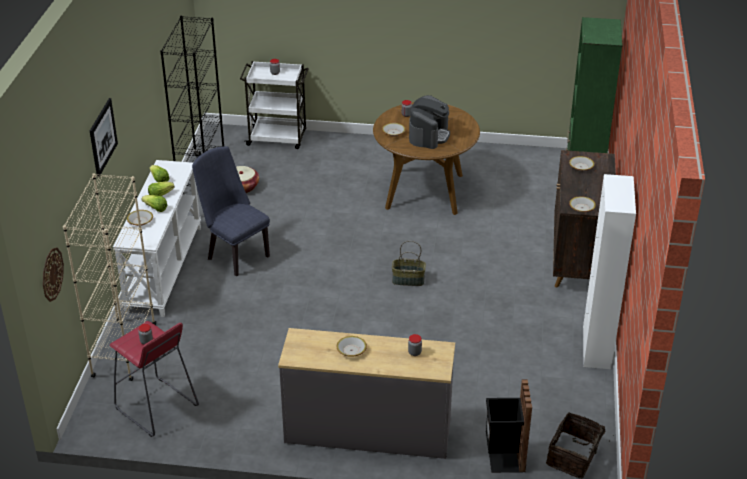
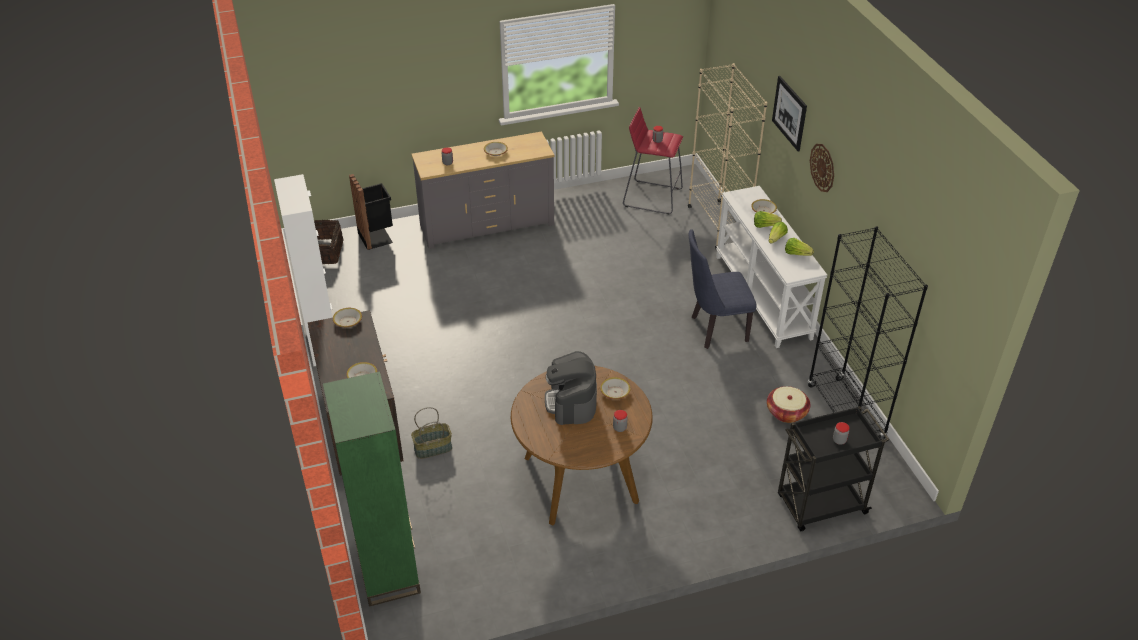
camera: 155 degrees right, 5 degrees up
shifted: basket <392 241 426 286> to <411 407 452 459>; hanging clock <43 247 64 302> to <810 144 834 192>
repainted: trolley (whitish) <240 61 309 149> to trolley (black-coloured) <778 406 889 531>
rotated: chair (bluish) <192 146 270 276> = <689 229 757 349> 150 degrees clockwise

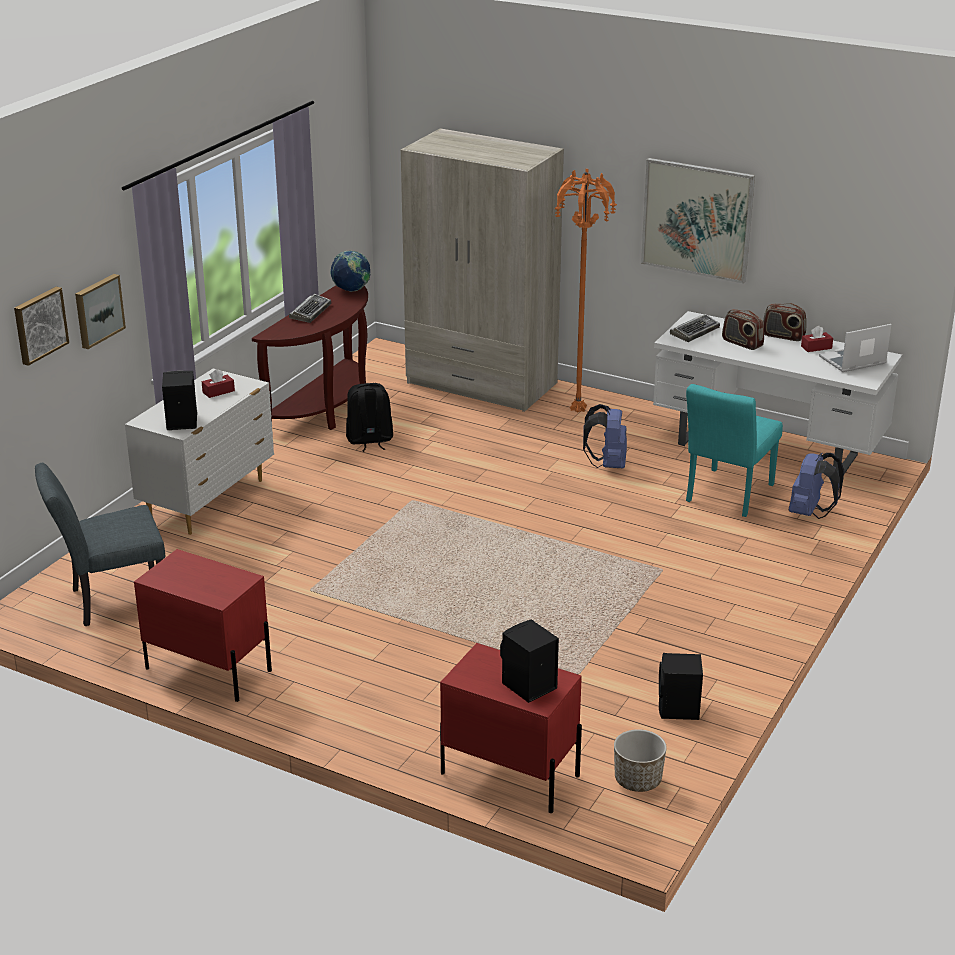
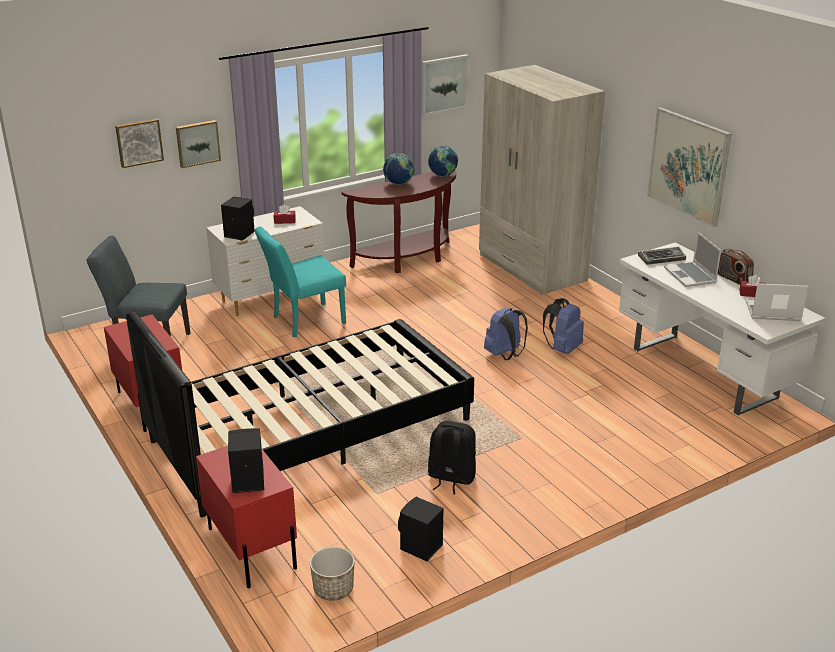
camera: 30 degrees right, 0 degrees up
gone: standard lamp (orangey) <554 169 617 412>
new: wall art <421 54 469 116>; bed (black-coloured) <126 312 474 517>
shifted: rucksack (black-coloured) <346 383 393 452> to <428 421 476 494>; chair (blue-green) <686 384 783 517> to <255 227 346 337>; rucksack (bluish) <789 453 844 519> to <484 308 528 360>
swapped: keyboard <289 294 331 323> to world globe <383 153 414 185>; radio set <722 309 764 350> to portable computer <664 232 721 287>

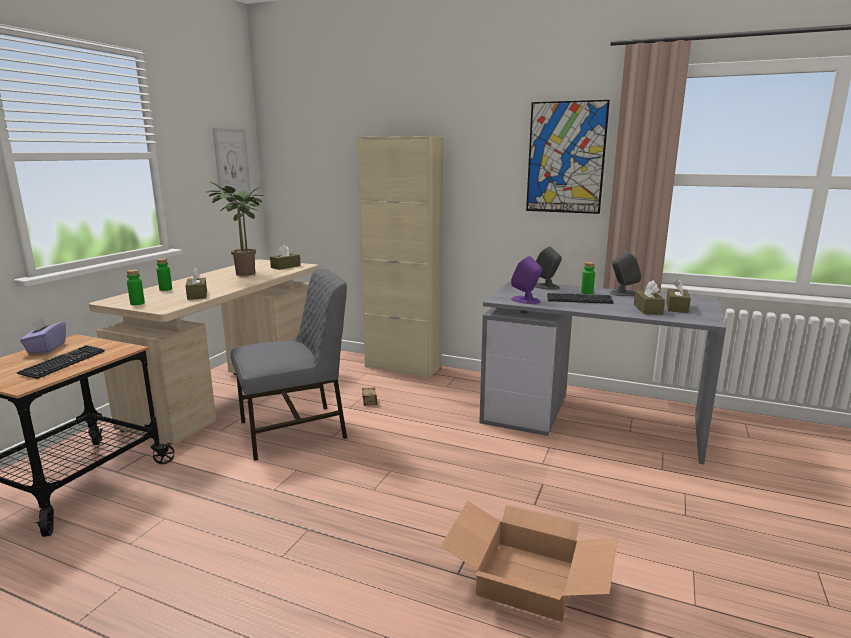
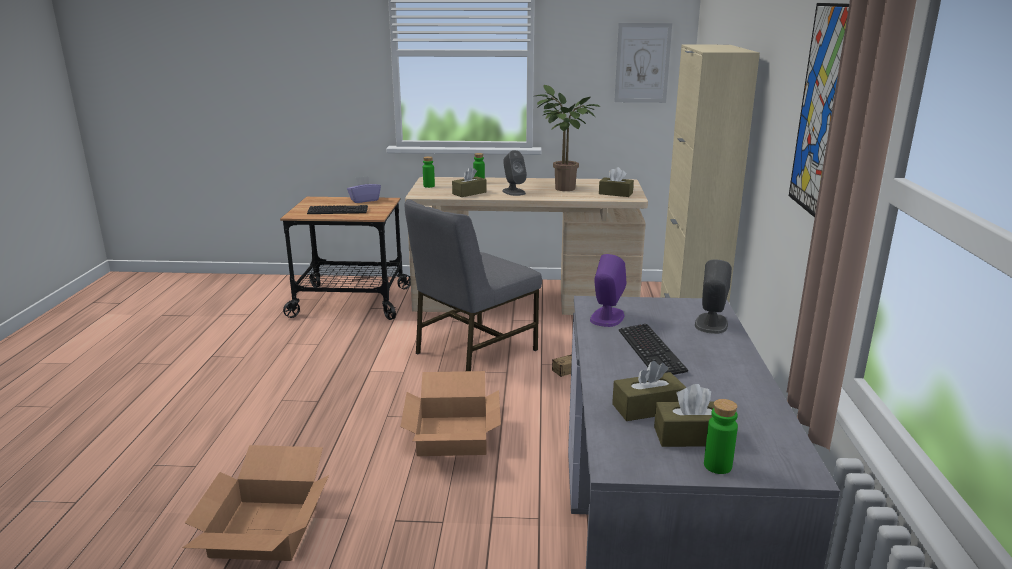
camera: 70 degrees right, 5 degrees up
new: cardboard box <400 371 501 456>
shifted: speaker (greyish) <610 251 642 296> to <502 150 527 196>; beverage bottle (green) <581 262 595 294> to <704 399 738 474>
rotated: chair (greyish) <231 269 347 461> = <405 200 542 371> 90 degrees clockwise

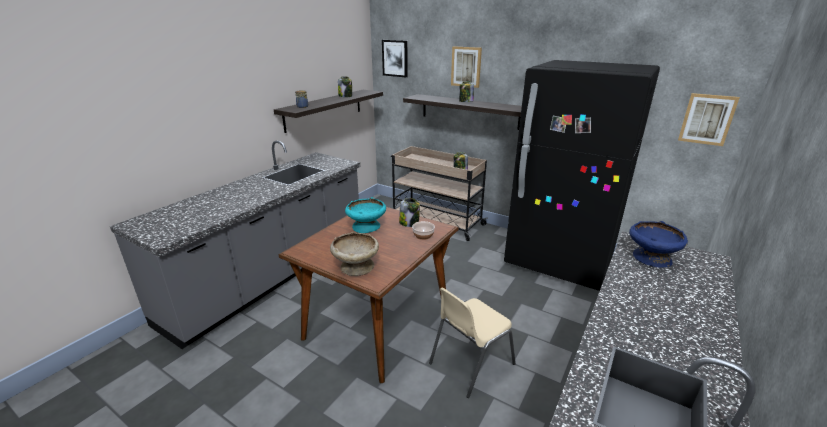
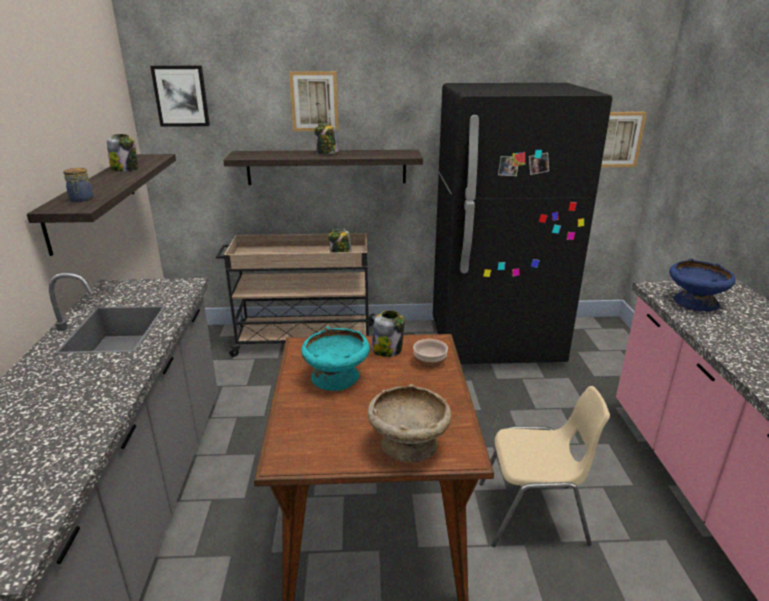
camera: 35 degrees left, 0 degrees up
rotated: chair (sand-coloured) <429 288 516 398> = <479 386 610 547> 105 degrees counterclockwise

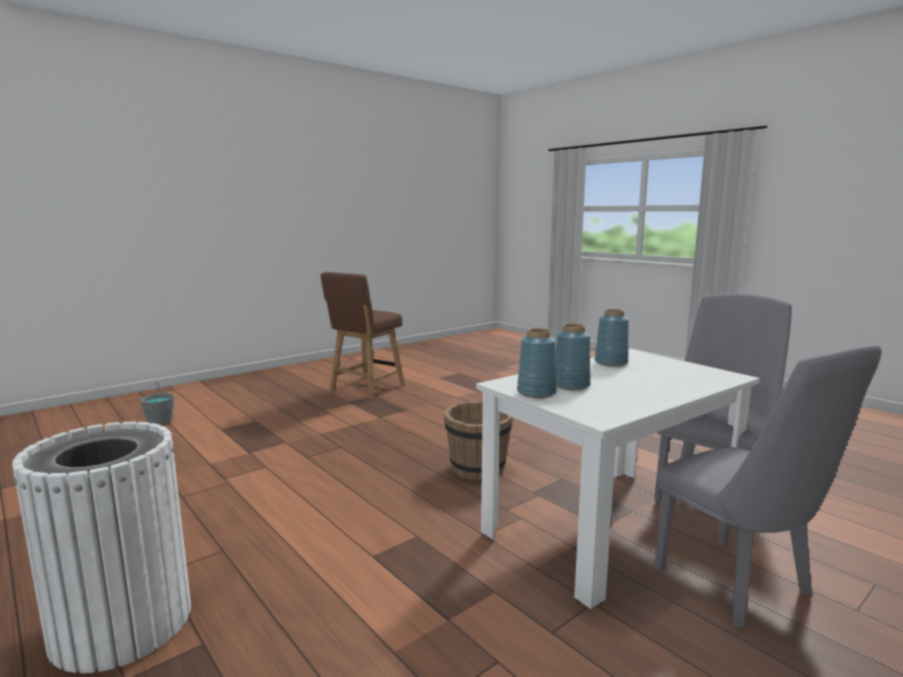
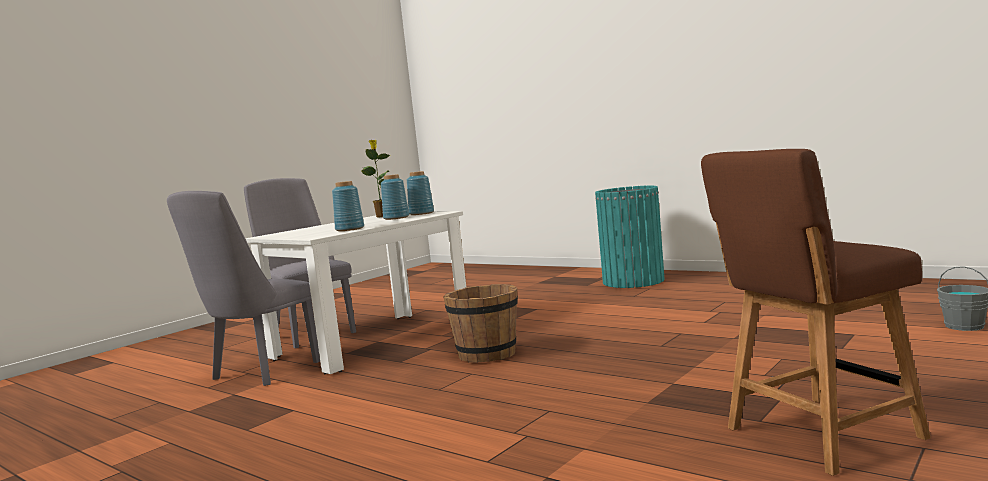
camera: 170 degrees right, 5 degrees down
new: plant in a pot <361 140 392 217>
repainted: rubbish bin (whitish) <12 422 191 673> to rubbish bin (blue-green) <595 186 665 288>
rotated: chair (brown-coloured) <321 272 405 399> = <701 149 931 476> 135 degrees counterclockwise

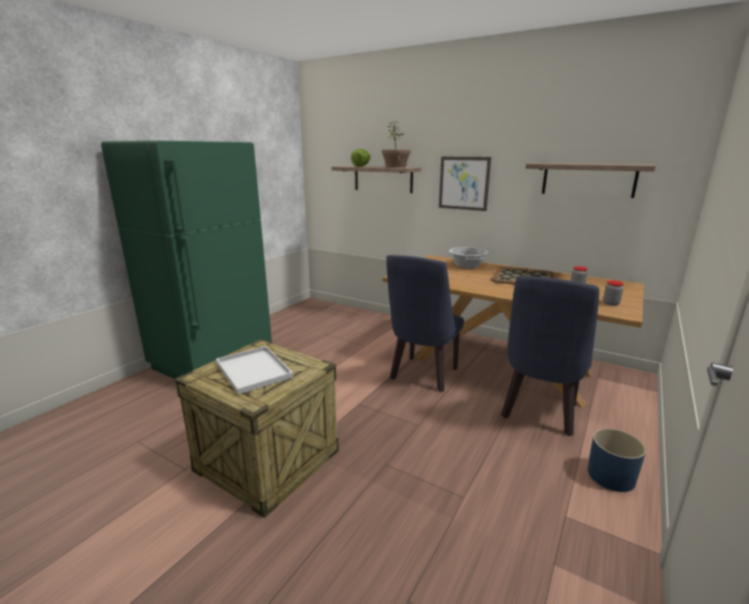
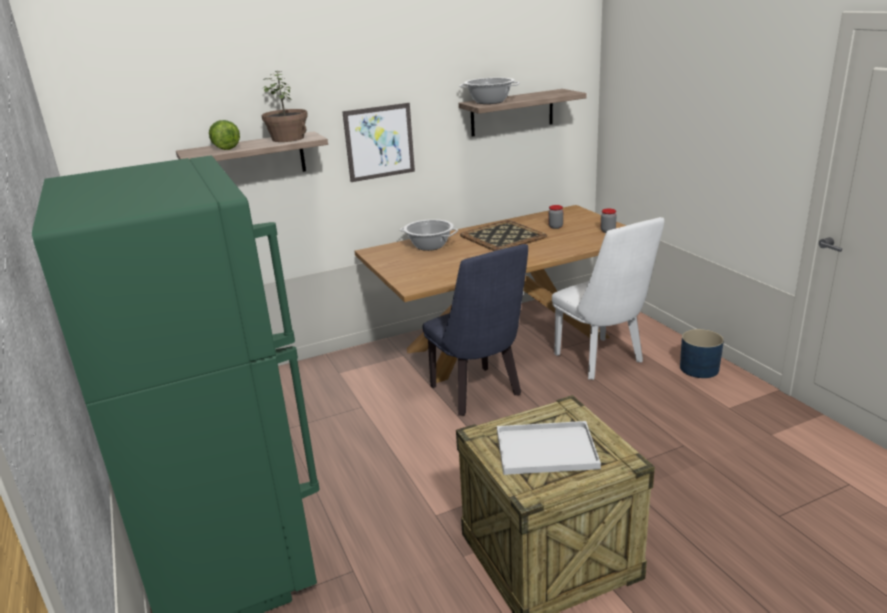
camera: 55 degrees left, 5 degrees up
new: saucepot <459 78 520 104>
repainted: chair (bluish) <501 276 599 436> to chair (whitish) <552 217 664 380>

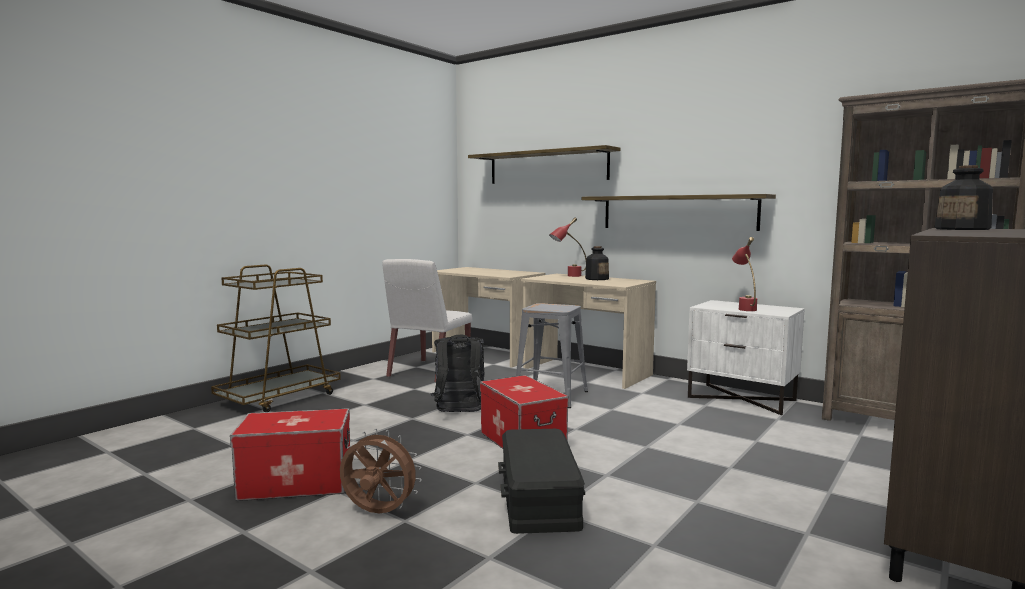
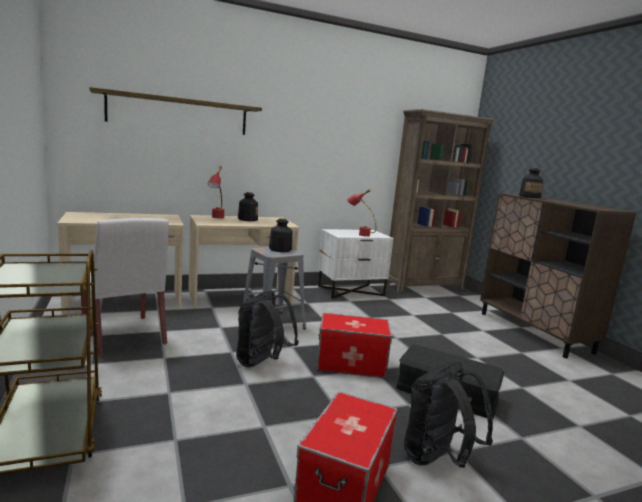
camera: 60 degrees left, 5 degrees up
gone: wall shelf <582 194 776 231>
new: beverage bottle <269 218 292 252>
swapped: cooling fan (brown-coloured) <340 429 422 513> to rucksack (black-coloured) <404 362 493 468>

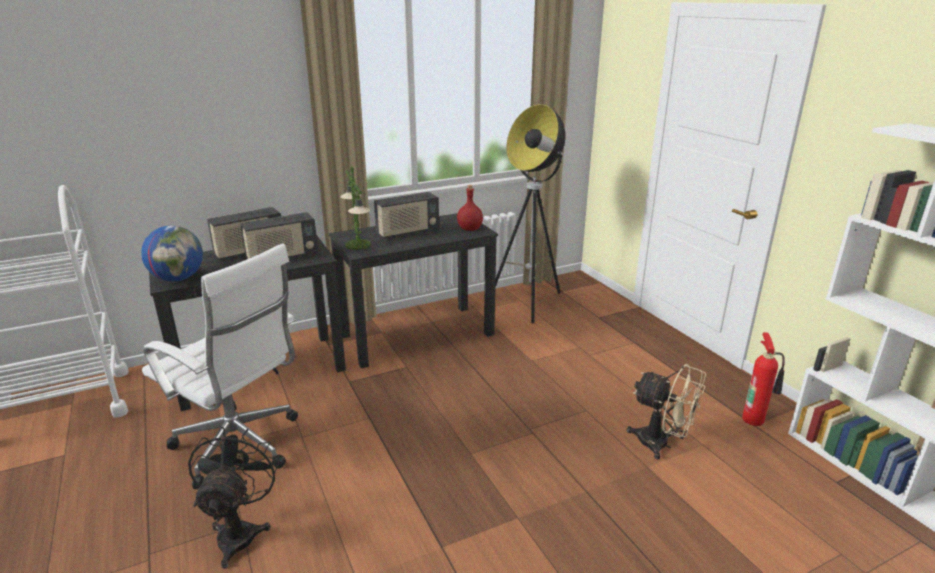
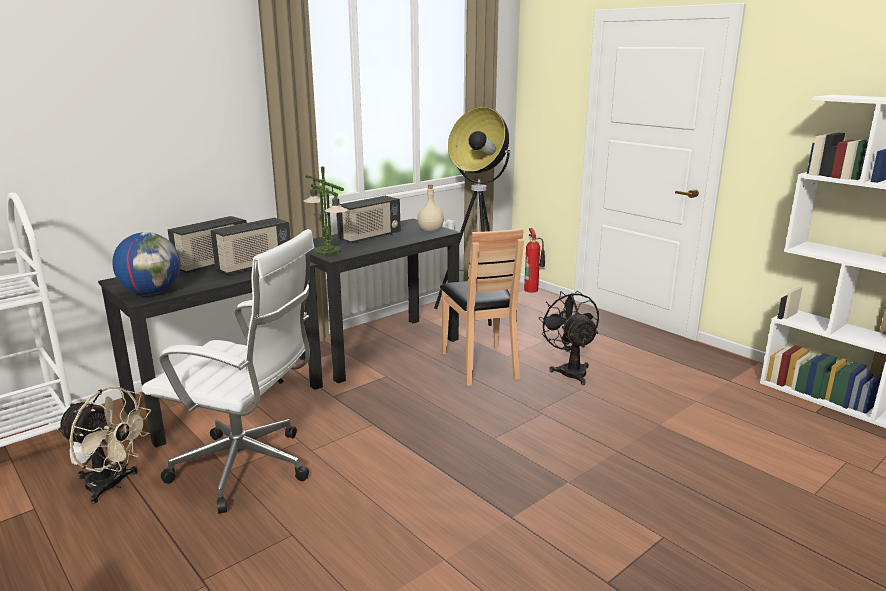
camera: 15 degrees left, 5 degrees down
new: chair (brown-coloured) <440 229 524 386>
shifted: fire extinguisher <742 332 785 426> to <524 228 545 293>; cooling fan (sand-coloured) <626 364 706 460> to <57 387 151 504>; cooling fan (black-coloured) <188 427 280 569> to <539 291 599 385>
repainted: beverage bottle (red-coloured) <457 185 483 231> to beverage bottle (sand-coloured) <417 185 444 232>

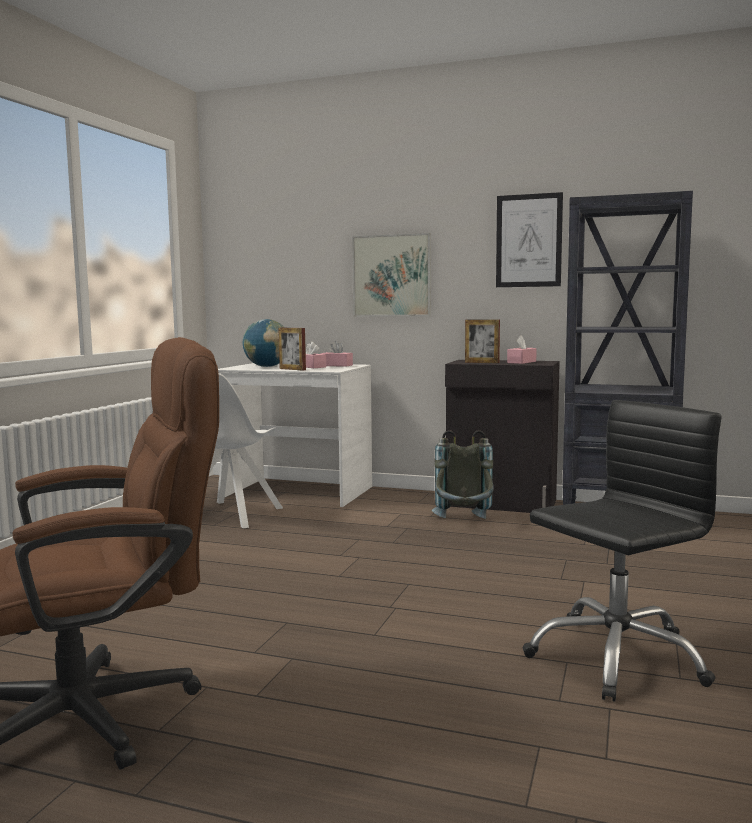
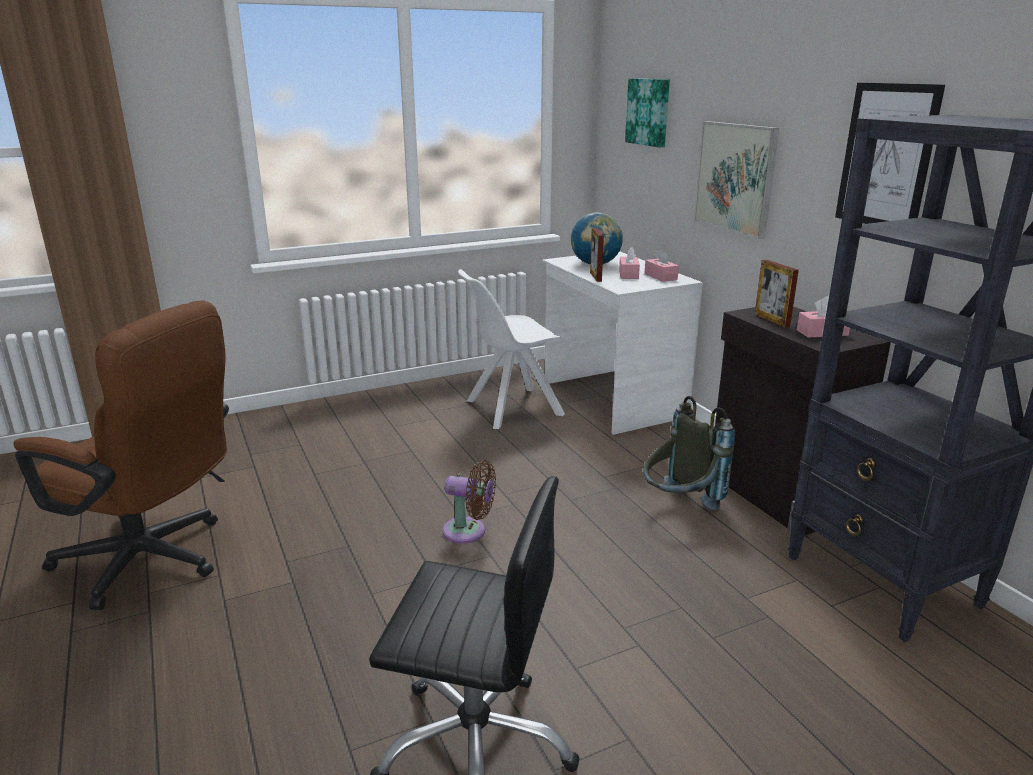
camera: 45 degrees right, 15 degrees up
new: wall art <625 78 670 148>; cooling fan (brown-coloured) <442 460 496 544>

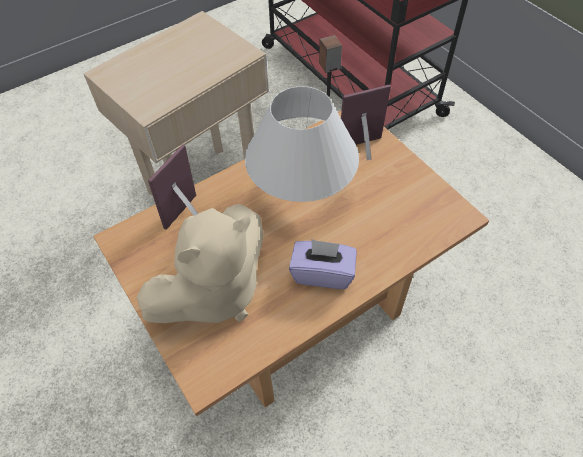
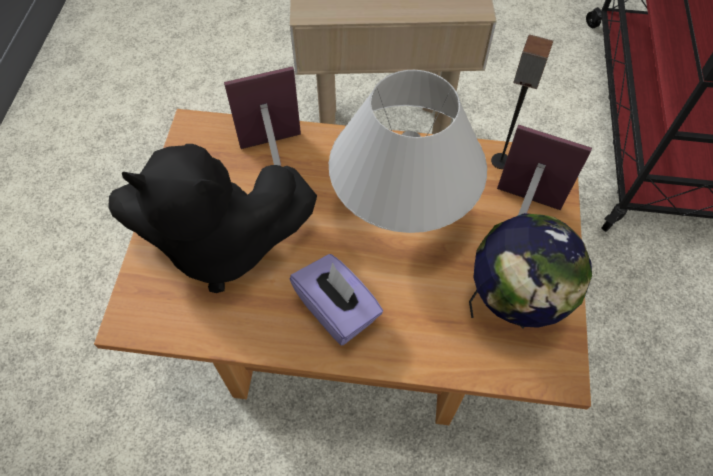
camera: 40 degrees right, 5 degrees up
new: world globe <469 213 592 329>
repainted: cuddly toy (sand-coloured) <137 204 263 323> to cuddly toy (black-coloured) <108 144 317 293>

